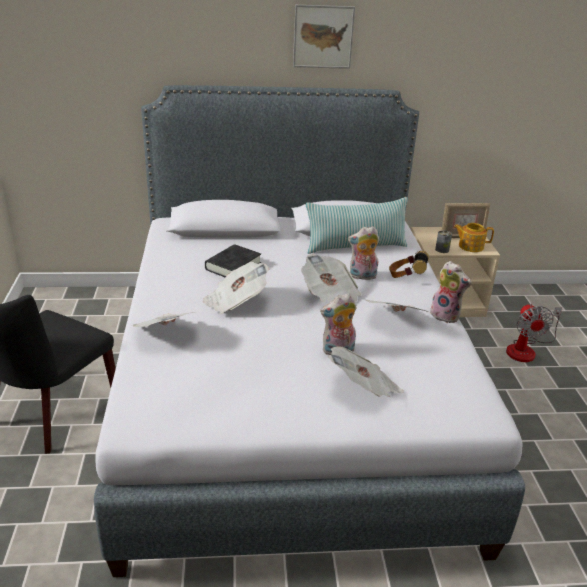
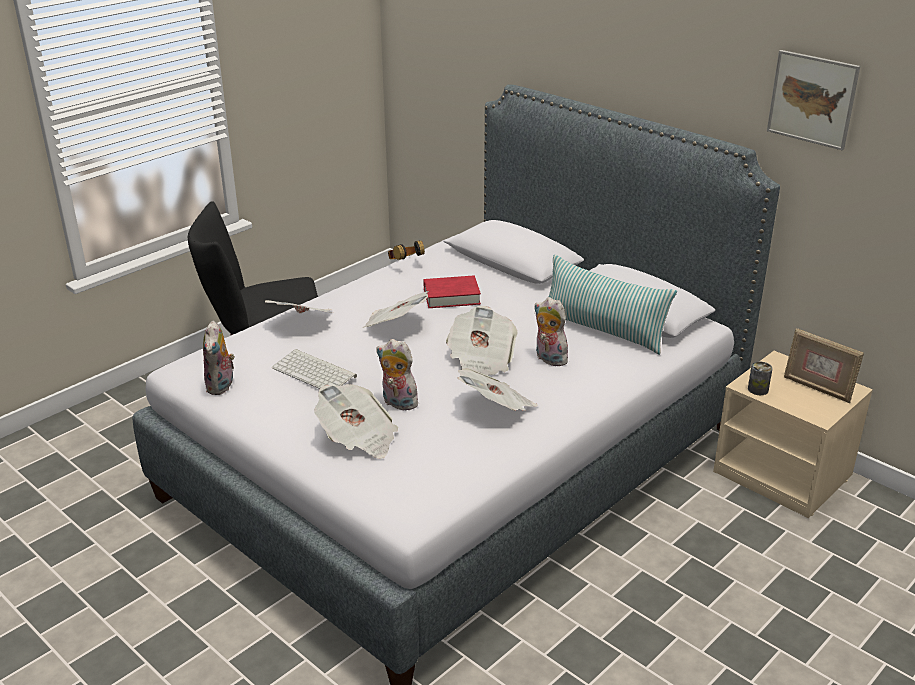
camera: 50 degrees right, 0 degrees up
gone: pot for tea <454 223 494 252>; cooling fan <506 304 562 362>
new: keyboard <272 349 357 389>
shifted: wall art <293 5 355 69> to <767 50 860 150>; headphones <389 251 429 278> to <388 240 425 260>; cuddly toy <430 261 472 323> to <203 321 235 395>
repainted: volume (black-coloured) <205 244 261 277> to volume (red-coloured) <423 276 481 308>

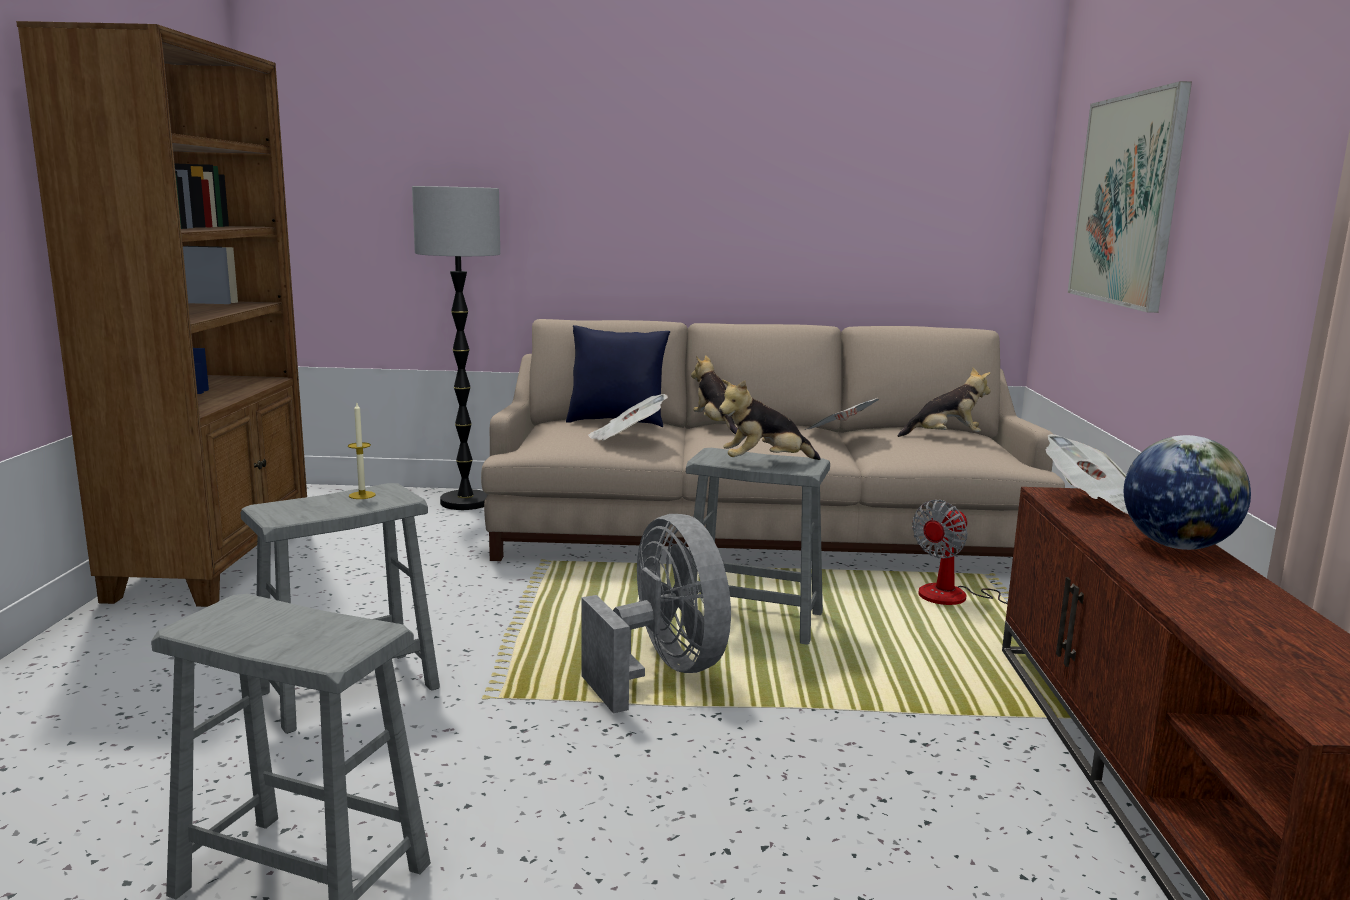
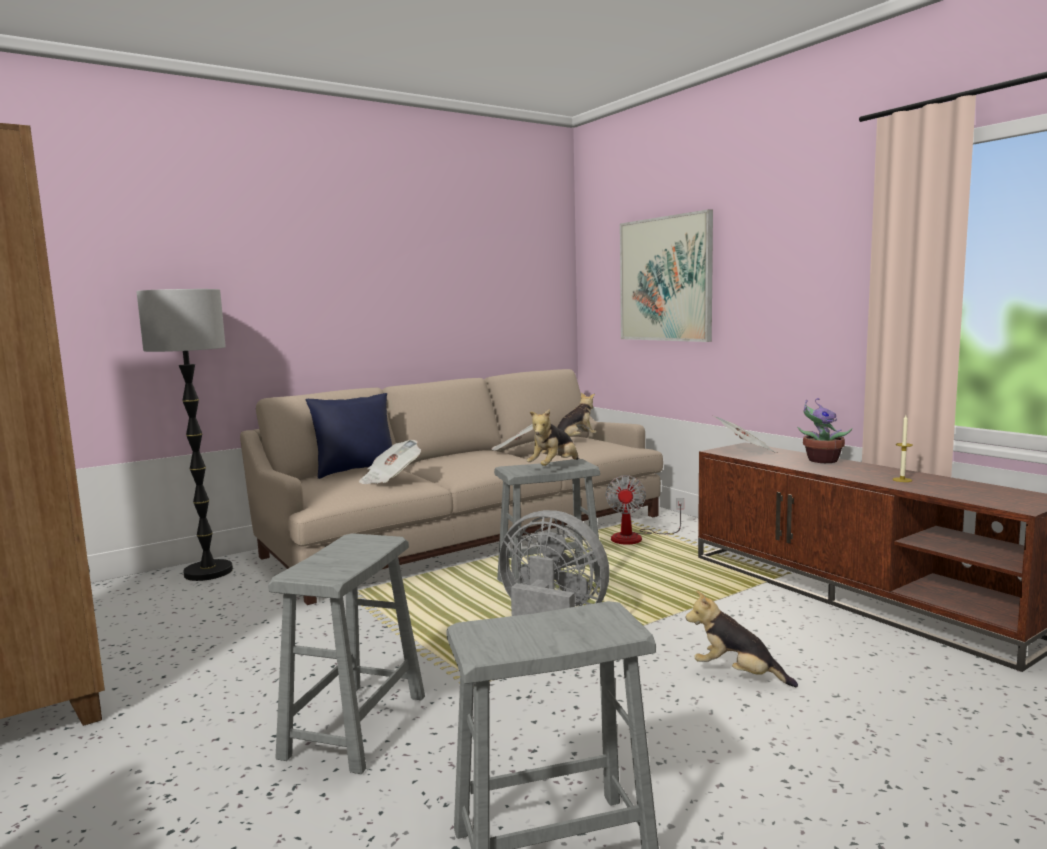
camera: 35 degrees left, 5 degrees down
shifted: cuddly toy <691 355 738 435> to <685 590 798 687>; wax light <348 403 376 499> to <893 415 913 482>
swapped: world globe <1124 435 1251 550> to plant in a pot <797 398 853 463>

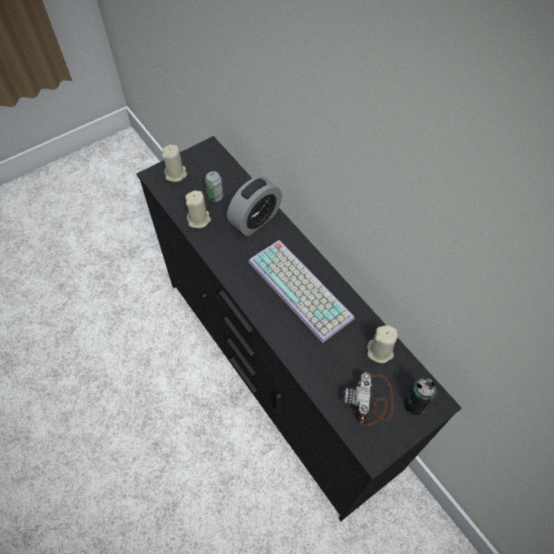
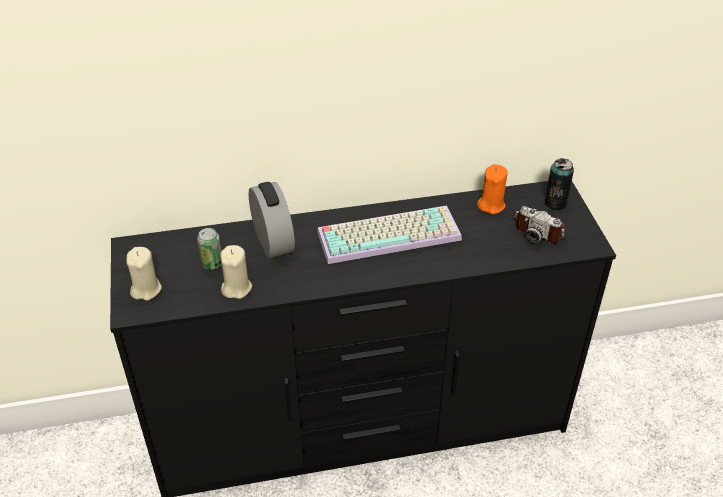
camera: 65 degrees left, 15 degrees down
repainted: wax light (sand-coloured) <367 325 398 363> to wax light (orangey) <477 164 508 214>

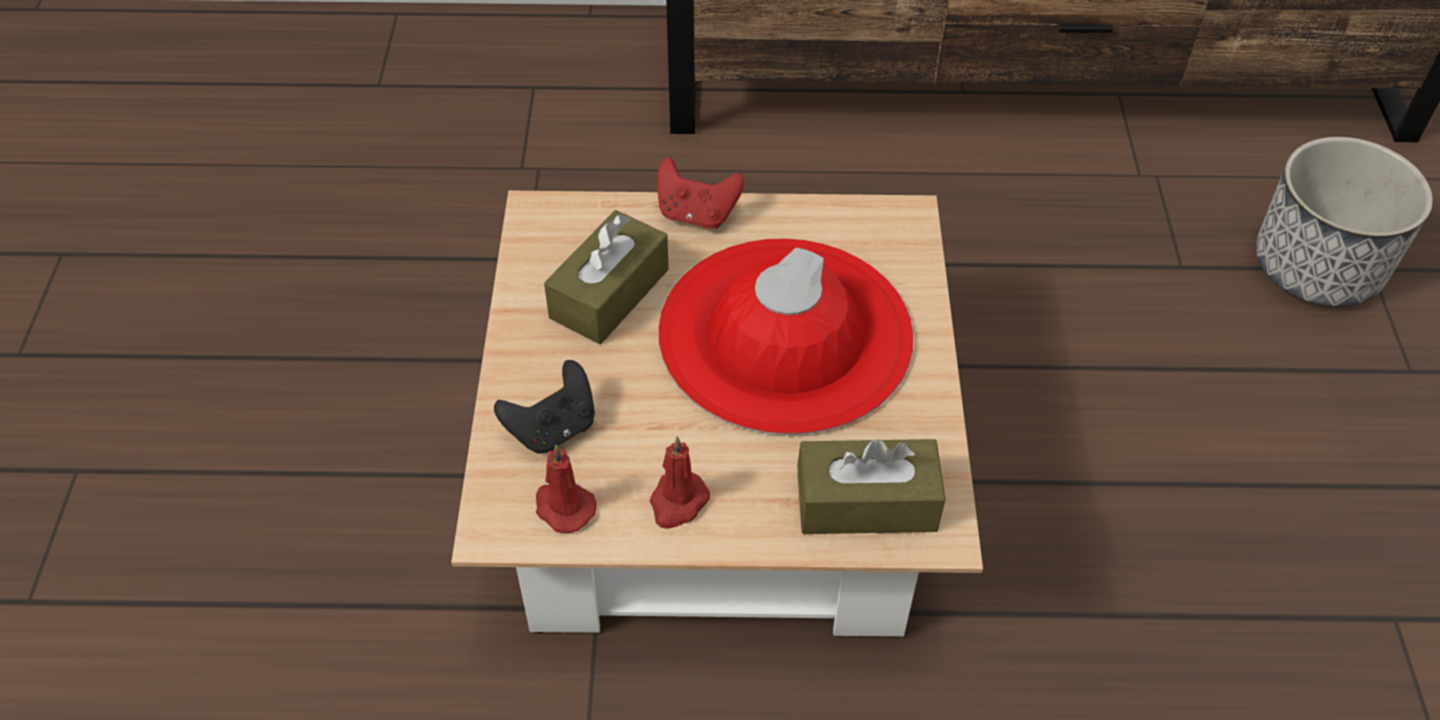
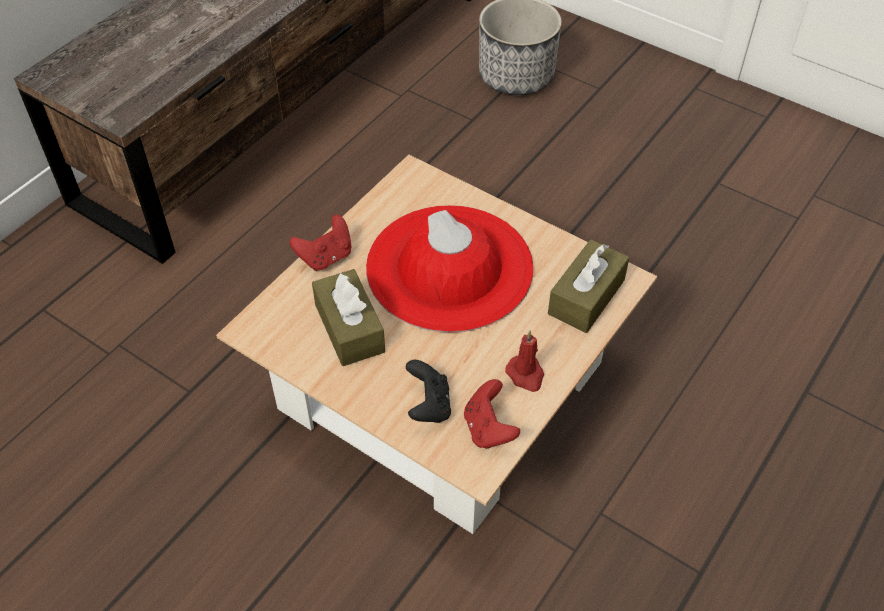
camera: 55 degrees left, 0 degrees up
swapped: wax light (red-coloured) <536 444 596 533> to game controller (red-coloured) <464 379 520 449>

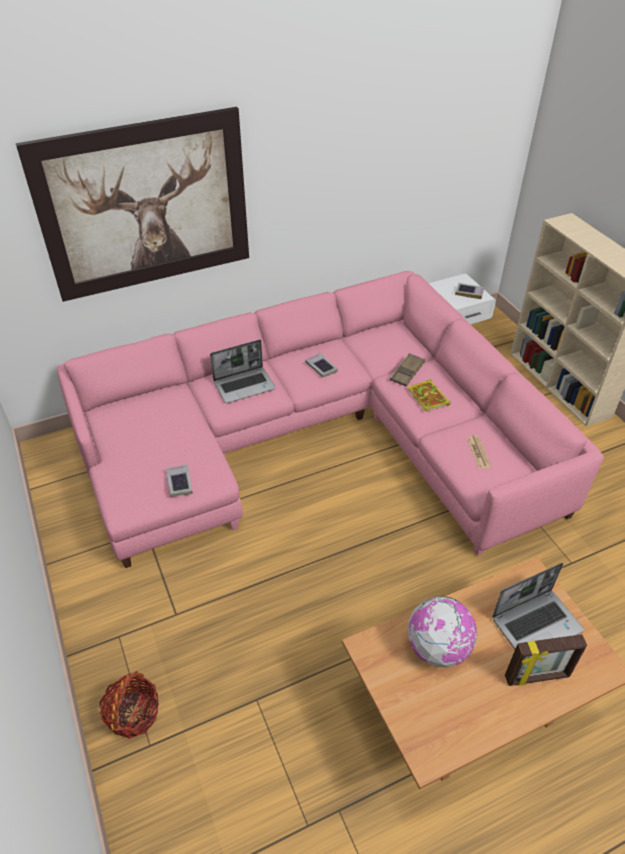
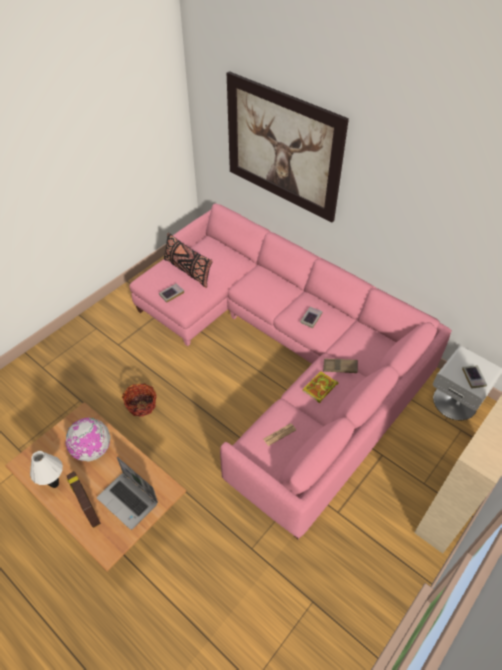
camera: 65 degrees right, 5 degrees up
gone: portable computer <210 340 276 403>
new: pillow (black-coloured) <164 233 213 288>; tabletop lamp (whitish) <30 451 63 488>
shifted: basket <99 671 159 739> to <122 383 156 417>

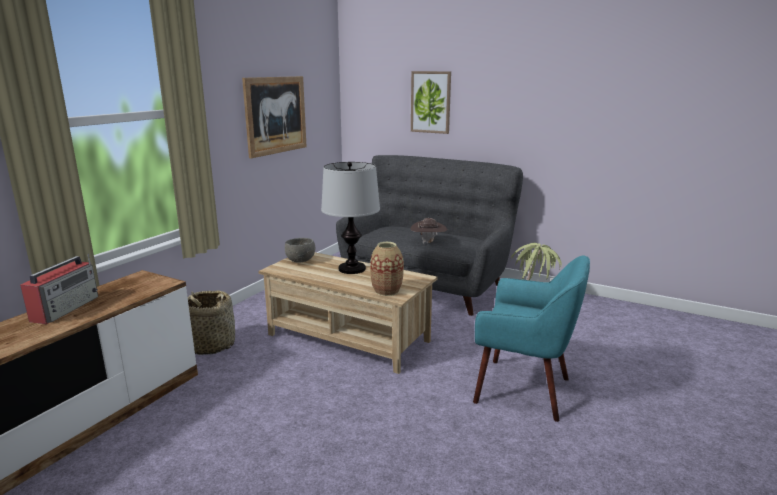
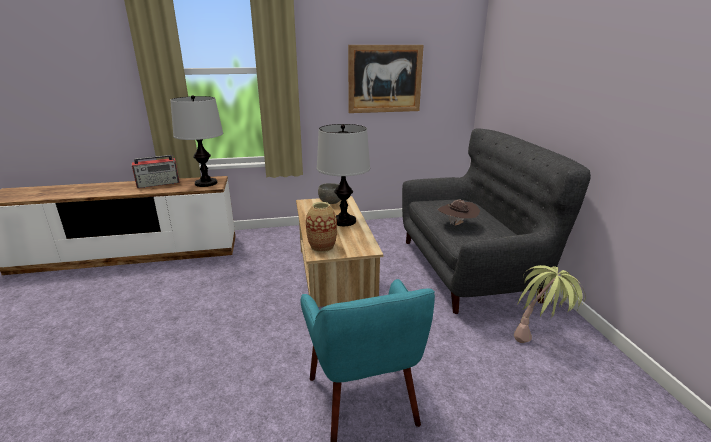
camera: 50 degrees right, 5 degrees up
gone: wall art <411 71 451 134>; basket <188 291 235 355>
new: tabletop lamp <170 95 223 187>

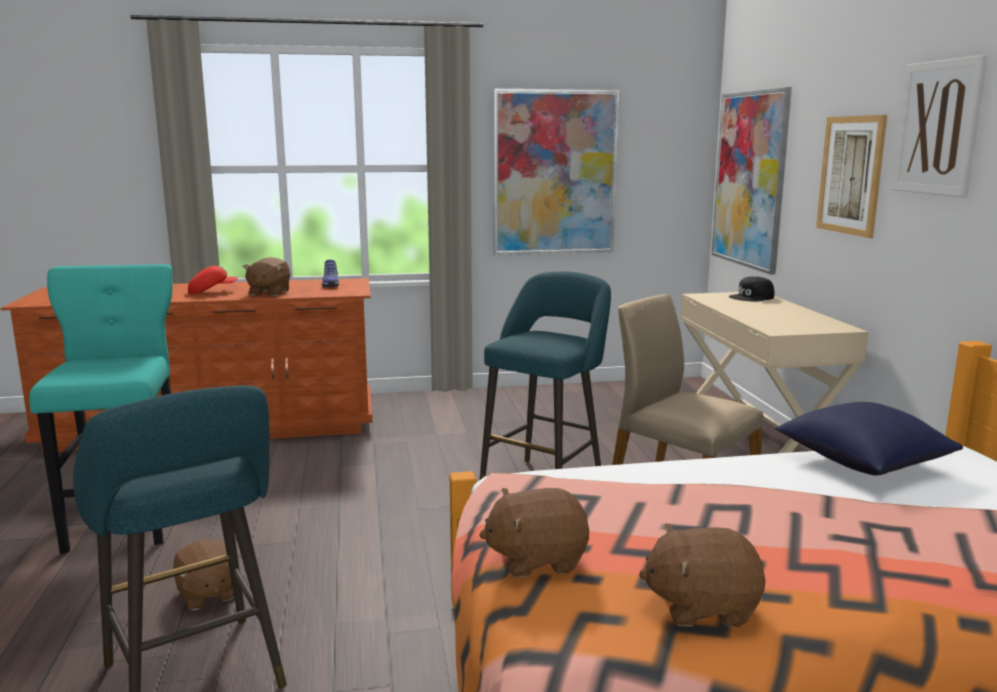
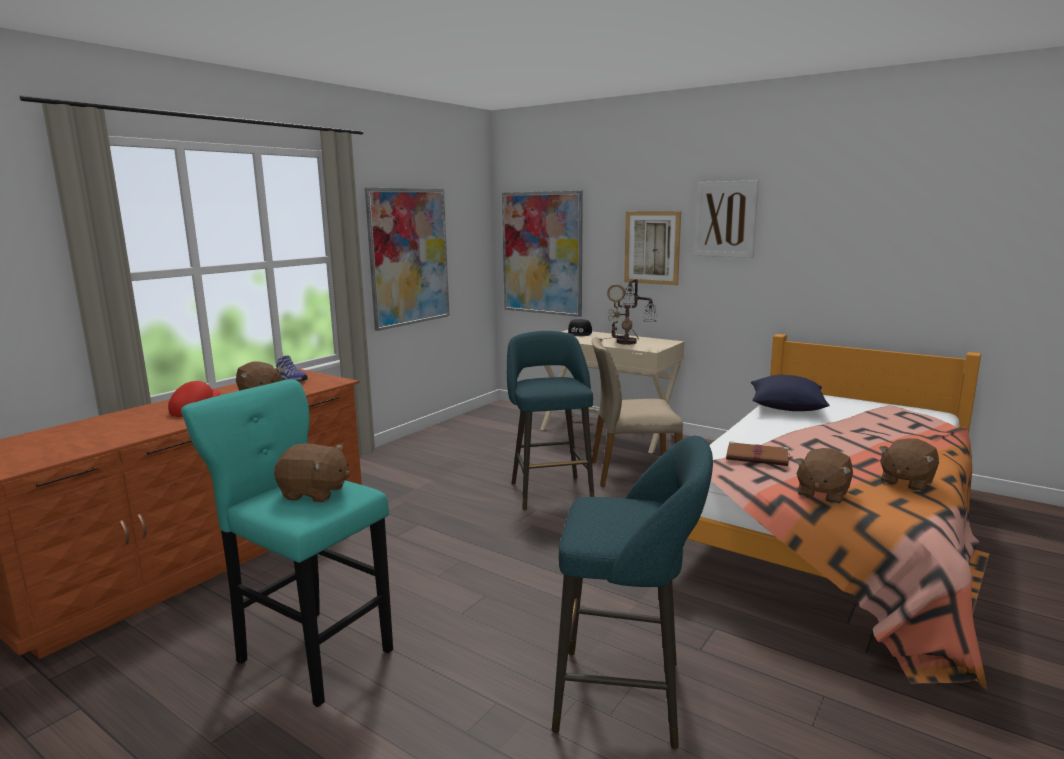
camera: 45 degrees left, 0 degrees up
new: tabletop lamp <599 279 657 345>; volume (brown-coloured) <726 441 792 466>
shifted: cuddly toy (brown-coloured) <173 540 241 611> to <274 444 351 502>

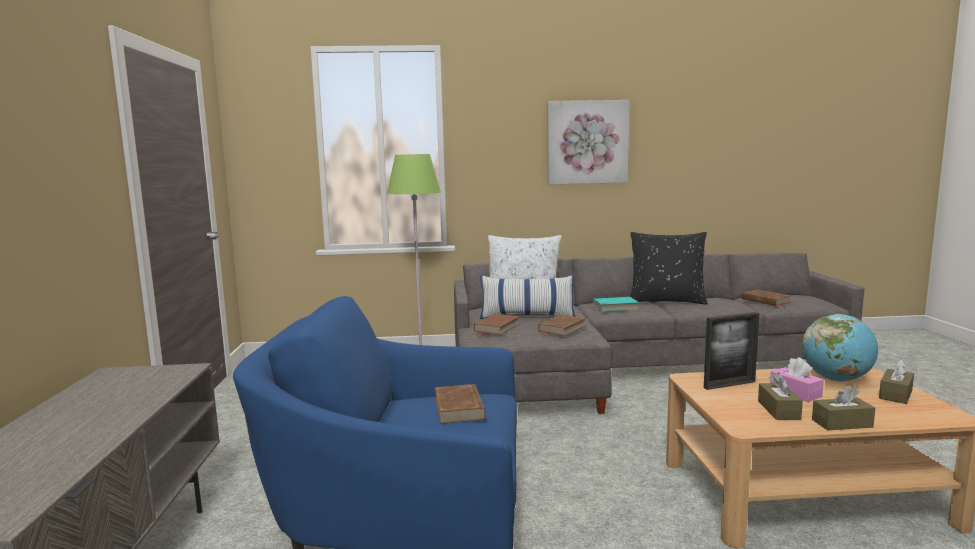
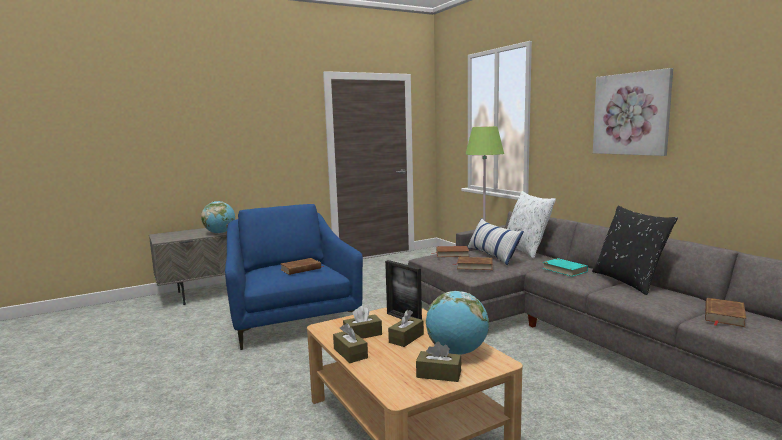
camera: 65 degrees right, 0 degrees up
new: world globe <201 201 235 234>
repainted: box of tissues (pinkish) <770 357 824 402> to box of tissues (brown-coloured) <388 310 424 347>

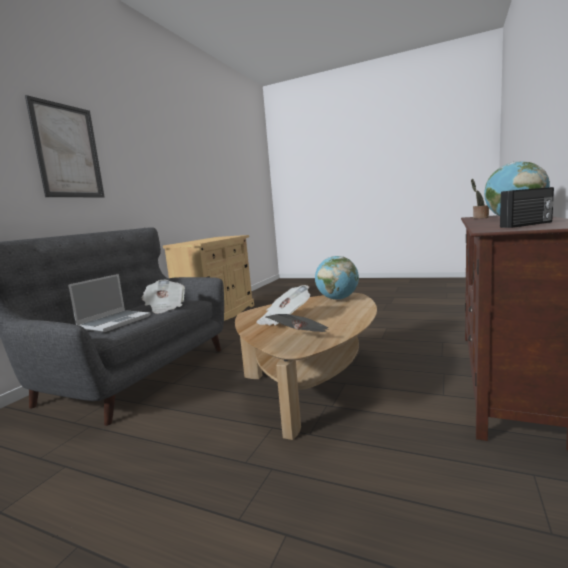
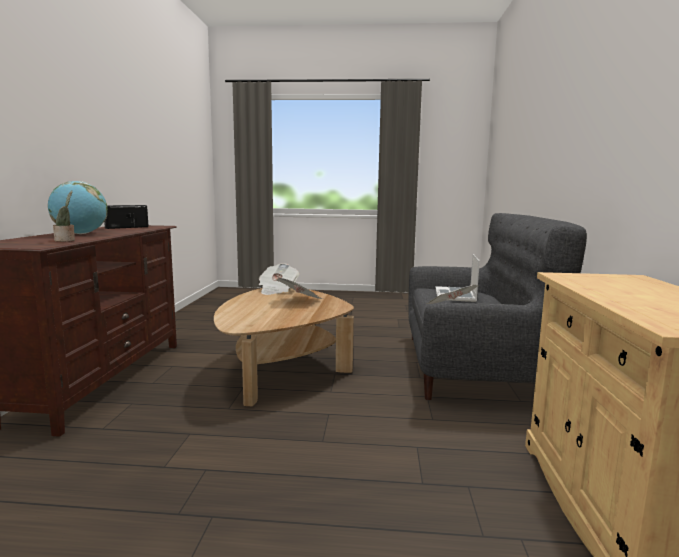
camera: 160 degrees right, 0 degrees up
gone: wall art <25 95 105 197>; world globe <315 256 359 300>

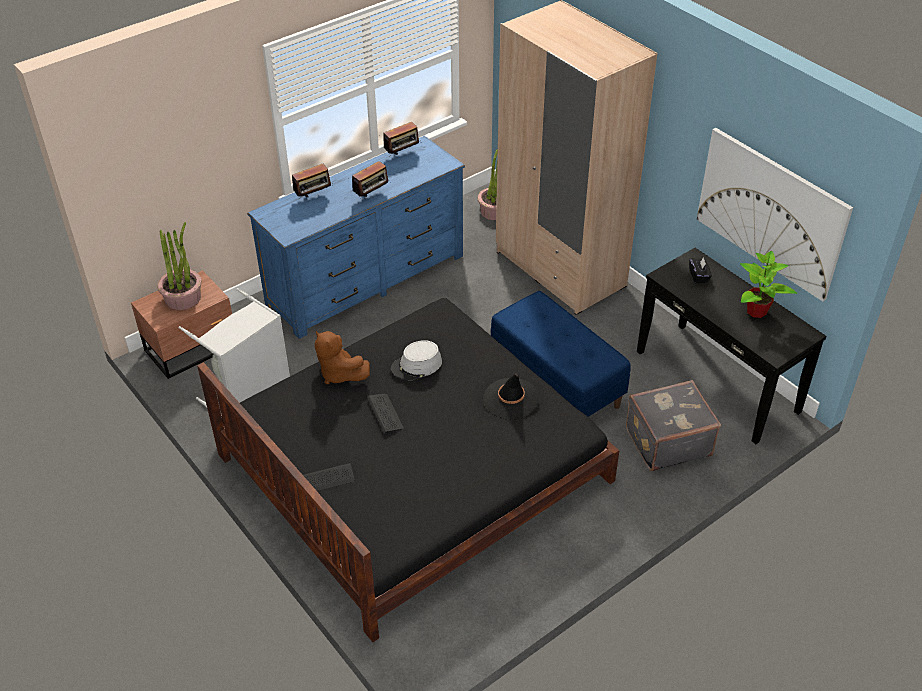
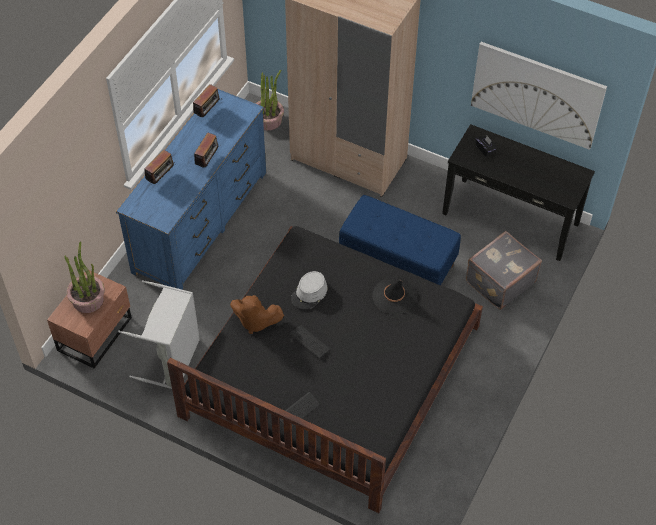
camera: 25 degrees left, 10 degrees up
gone: plant in a pot <740 251 797 318>

